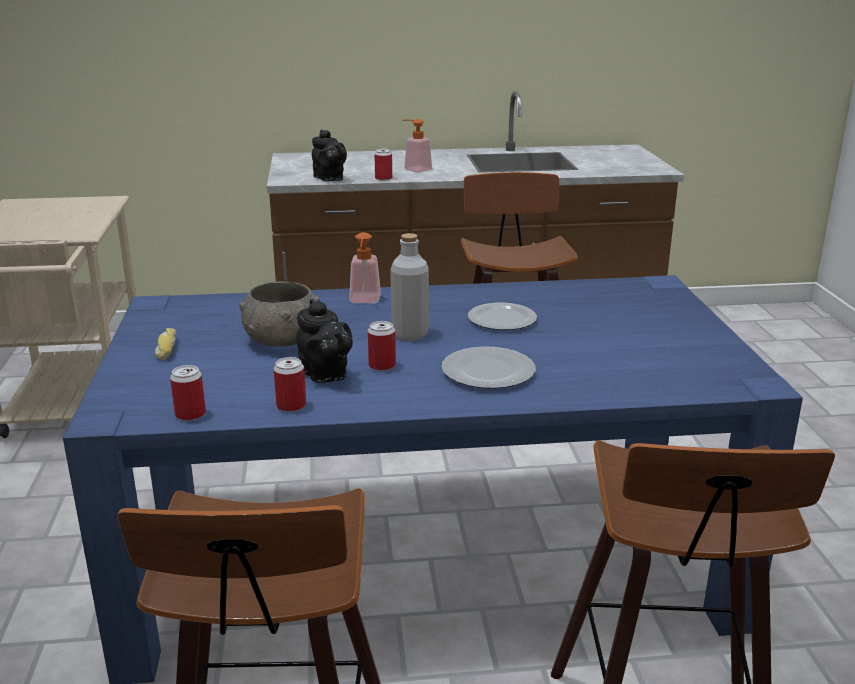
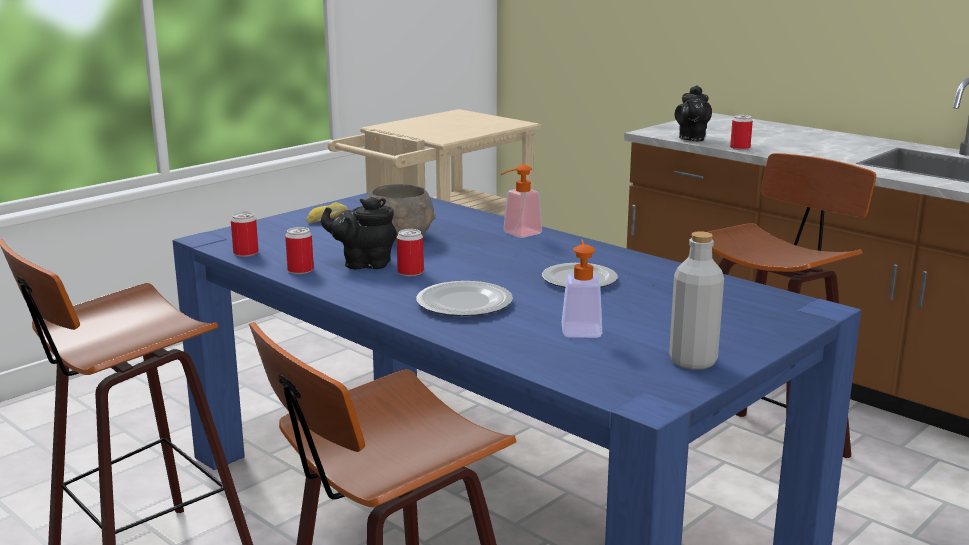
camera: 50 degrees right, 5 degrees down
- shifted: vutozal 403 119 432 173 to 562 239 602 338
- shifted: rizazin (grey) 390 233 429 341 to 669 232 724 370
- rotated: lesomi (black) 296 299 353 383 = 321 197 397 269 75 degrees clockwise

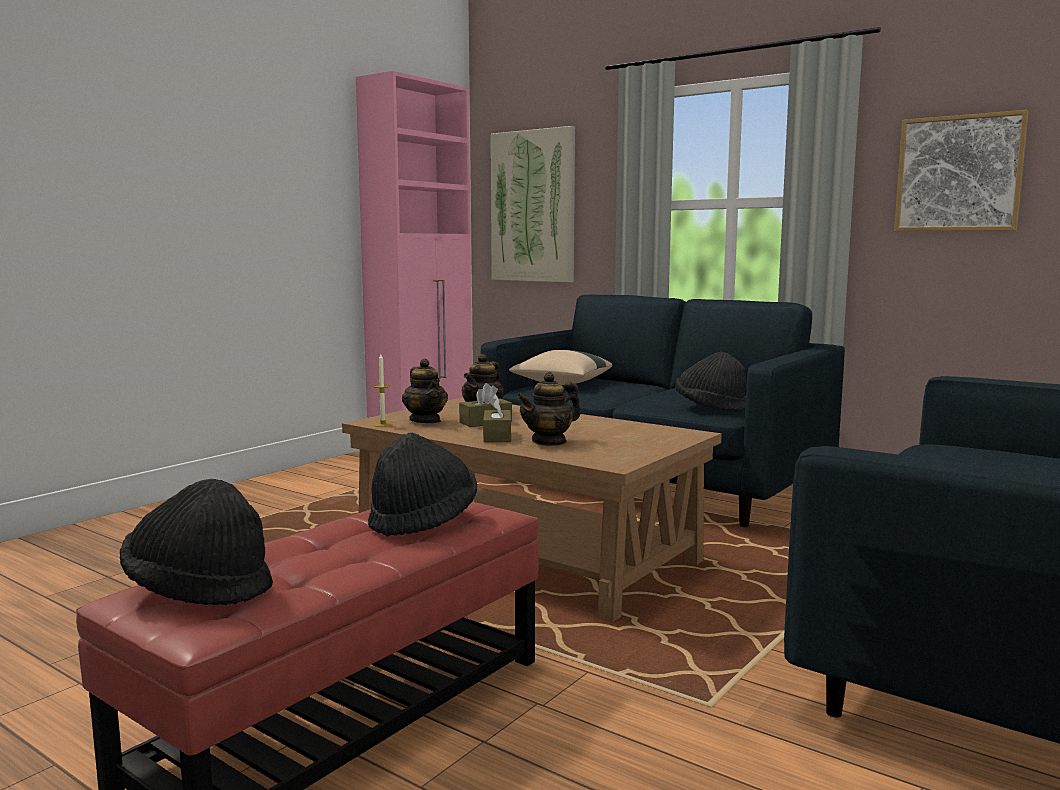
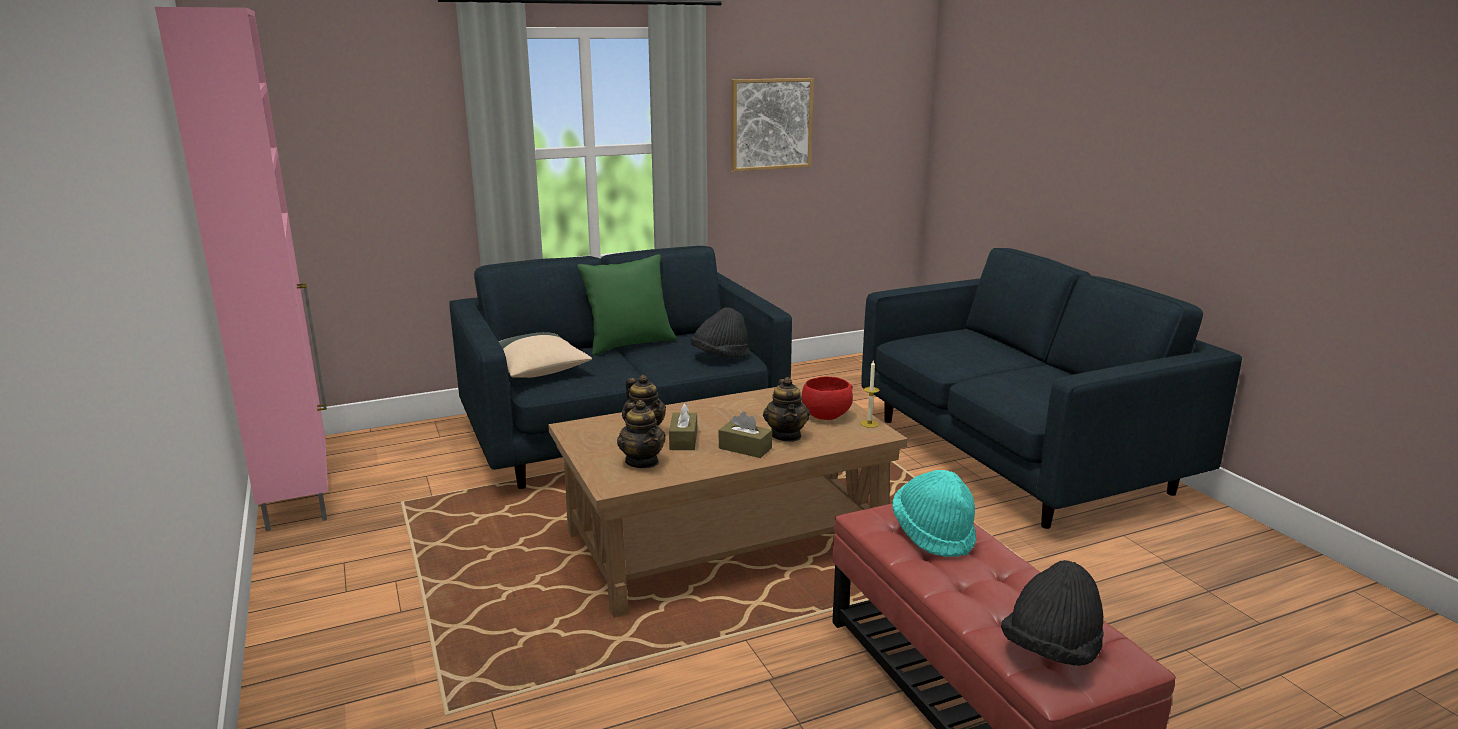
camera: 60 degrees left, 10 degrees up
- gone: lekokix 491 126 575 282
- shifted: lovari 373 354 393 427 to 861 361 879 428
- rotated: lesomi 402 358 448 423 = 617 400 666 468 60 degrees clockwise
- repainted: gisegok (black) 368 433 477 537 to gisegok (turquoise) 892 470 976 557
- new: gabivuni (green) 577 254 676 356
- new: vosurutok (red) 802 377 853 420

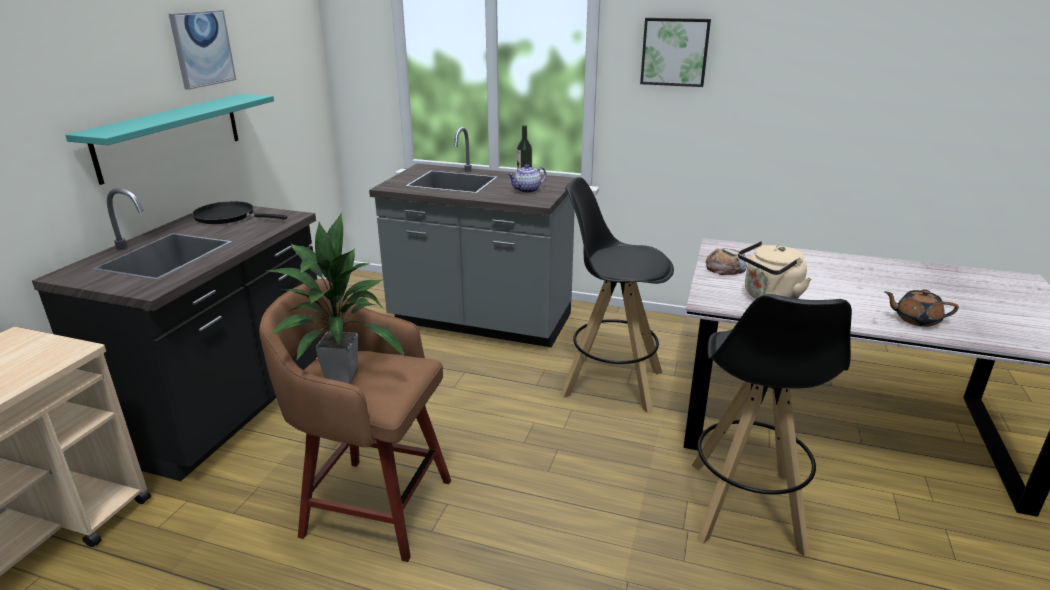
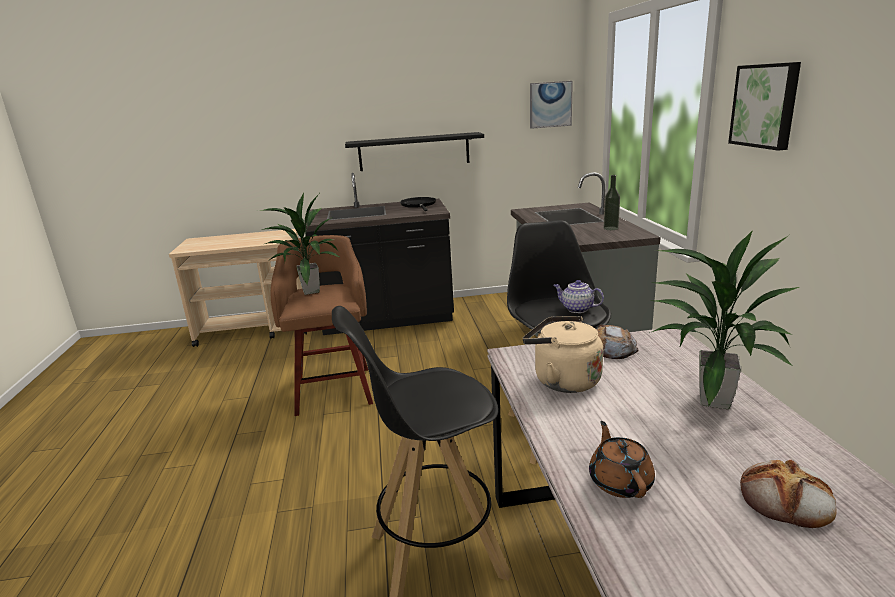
camera: 65 degrees right, 5 degrees down
- shifted: lekokix 169 10 236 90 to 530 81 573 129
- repainted: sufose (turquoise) 65 94 274 185 to sufose (black) 345 132 484 171
- shifted: lesomi 508 164 546 193 to 554 280 604 313
- new: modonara 649 230 799 409
- new: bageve 740 460 837 528

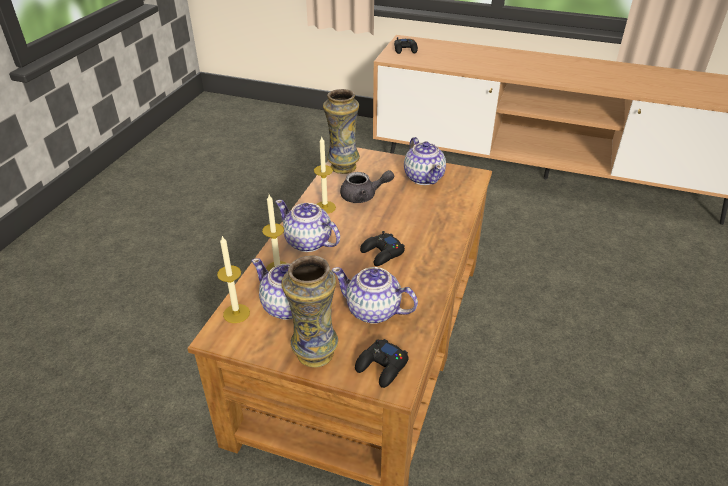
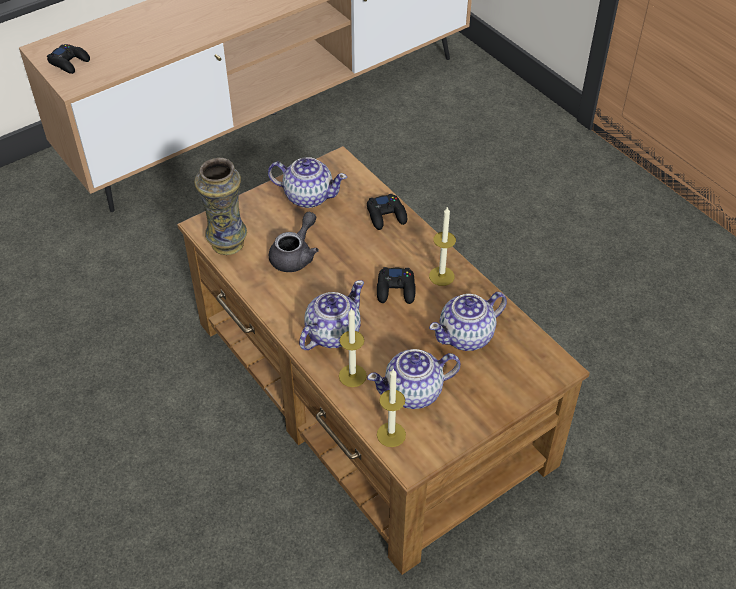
camera: 55 degrees left, 10 degrees up
- shifted: lovari 314 137 336 214 to 429 206 456 286
- rotated: lesomi 275 200 340 252 = 299 280 364 350 150 degrees clockwise
- gone: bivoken 281 256 338 368
- shifted: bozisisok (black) 355 339 409 388 to 367 194 407 230

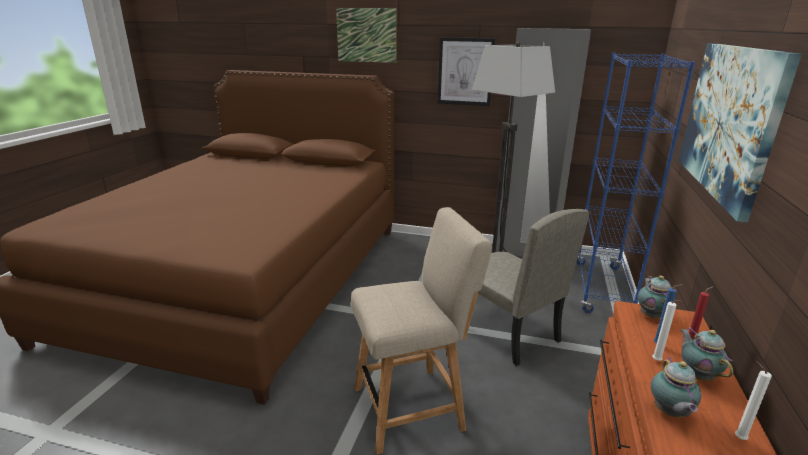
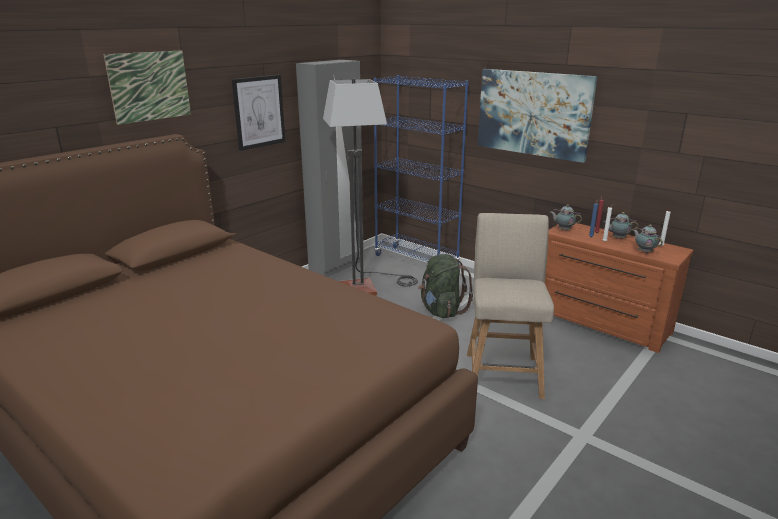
camera: 65 degrees left, 0 degrees up
- swapped: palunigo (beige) 478 209 589 366 to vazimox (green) 418 254 473 318
- rotated: lesomi 651 356 701 417 = 633 225 663 253 150 degrees counterclockwise

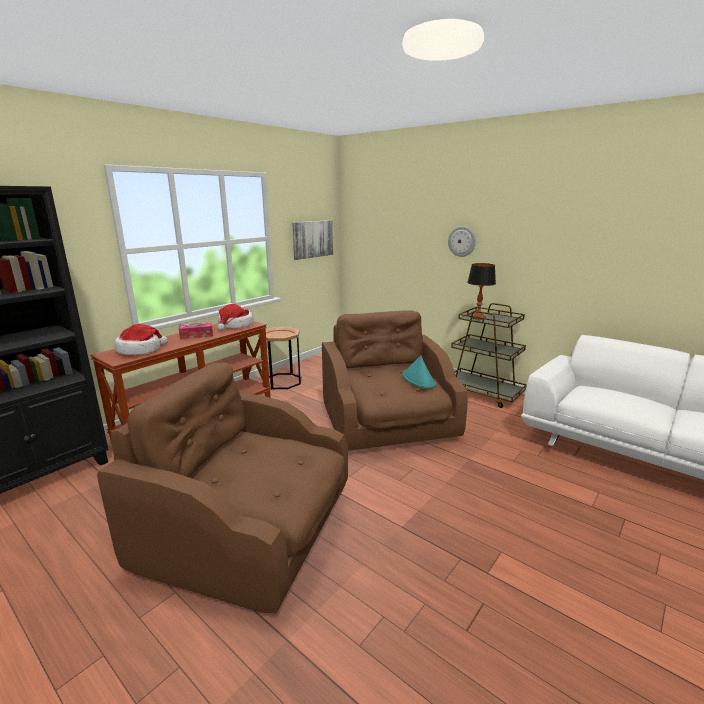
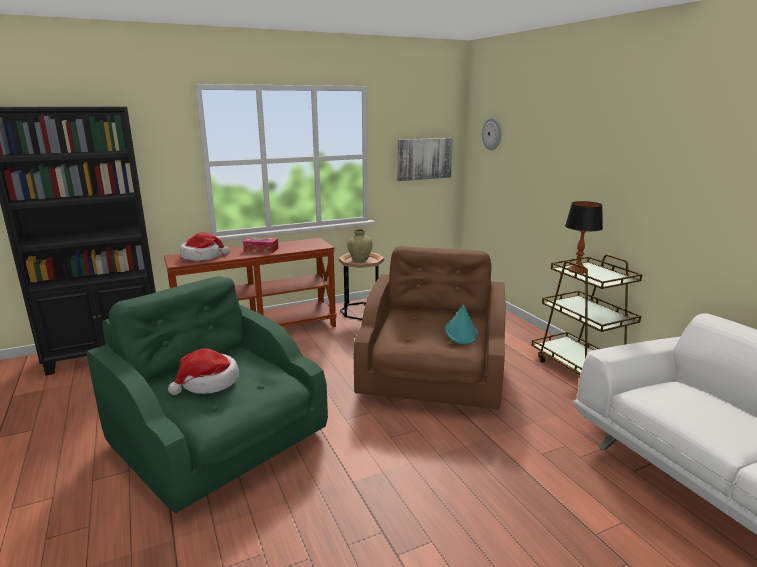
camera: 25 degrees right, 0 degrees up
- shifted: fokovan 448 226 476 257 to 482 118 501 150
- shifted: gisegok 217 304 254 331 to 168 349 239 395
- repainted: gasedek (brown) 97 362 348 613 to gasedek (green) 86 276 328 513
- new: bivoken (beige) 347 229 373 262

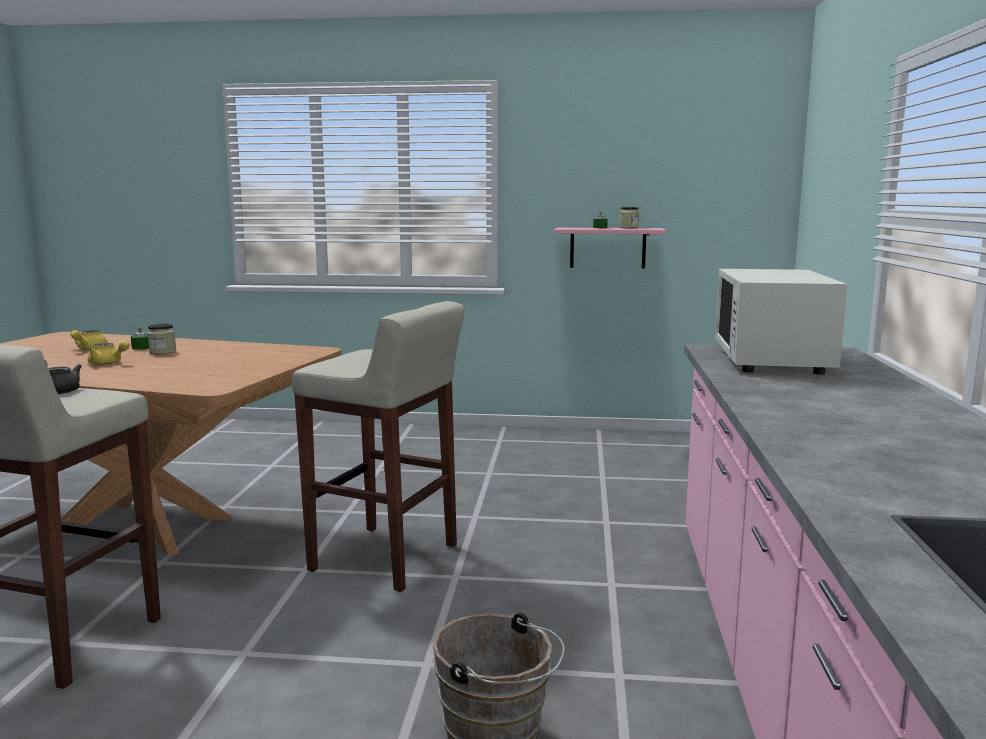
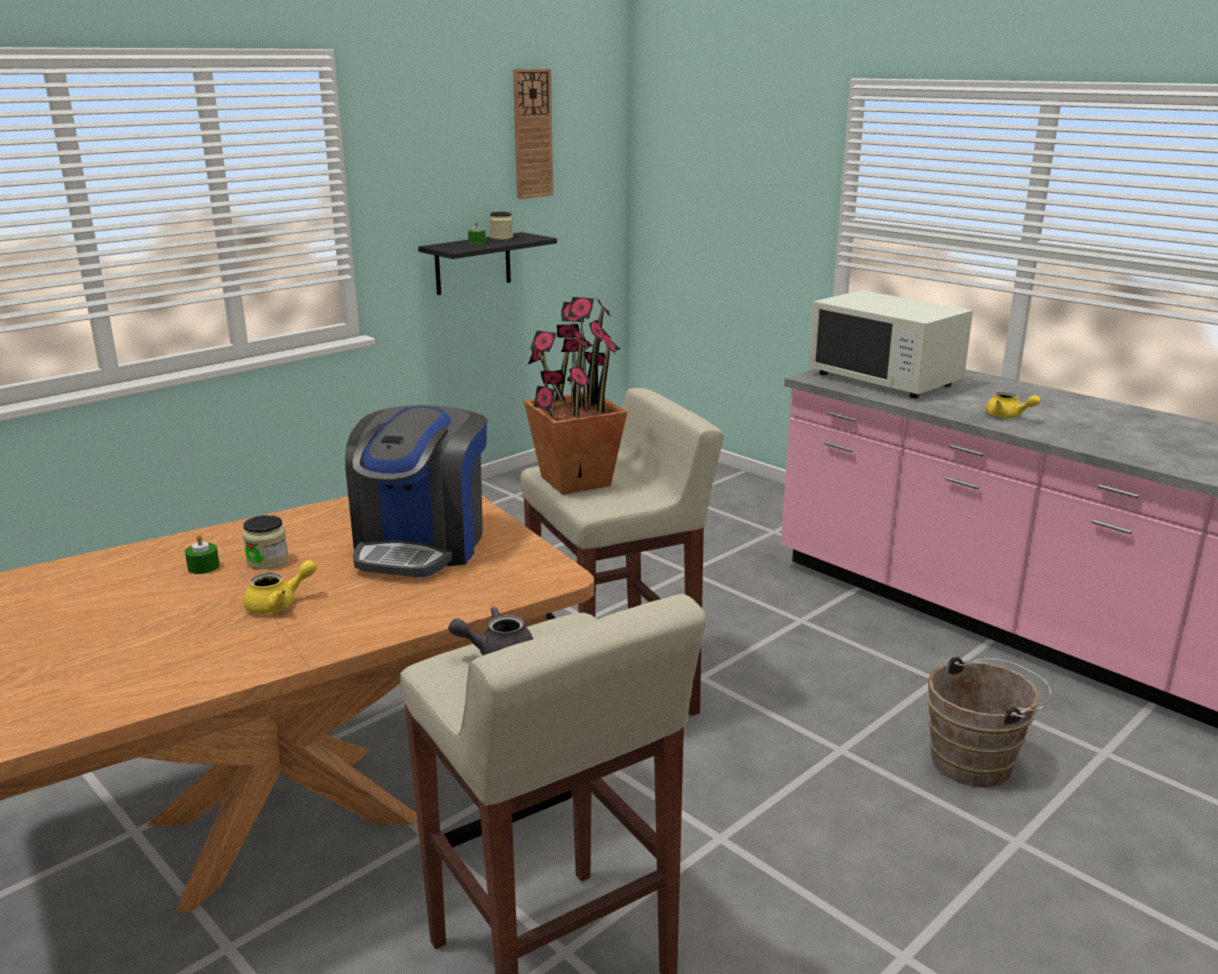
camera: 50 degrees left, 10 degrees up
- repainted: sufose (pink) 554 228 667 269 to sufose (black) 418 232 557 295
- shifted: lesomi (yellow) 70 330 108 350 to 985 392 1041 418
- new: fokovan 513 69 553 199
- new: modonara 524 297 627 495
- new: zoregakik 345 405 487 577

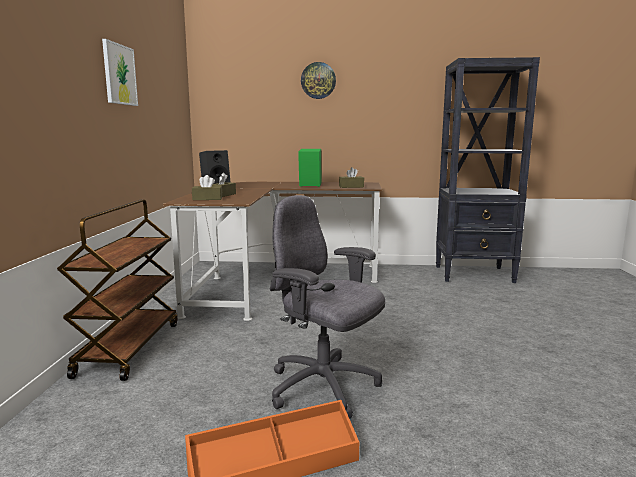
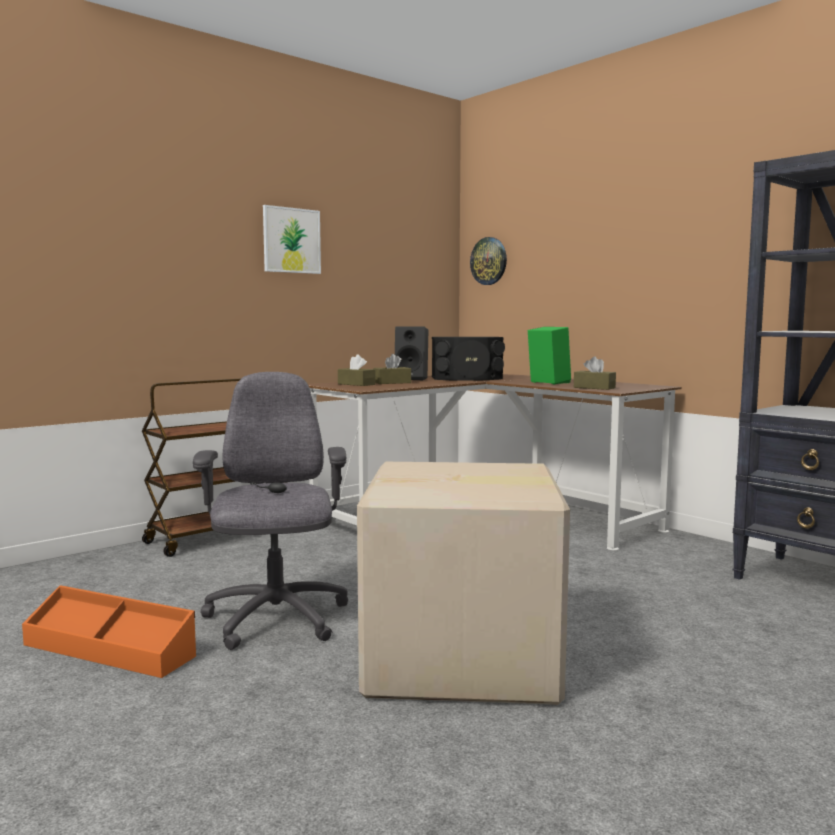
camera: 45 degrees right, 5 degrees down
- shifted: fokovan 301 62 336 99 to 470 237 507 285
- new: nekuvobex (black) 432 337 505 381
- new: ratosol 357 462 570 705

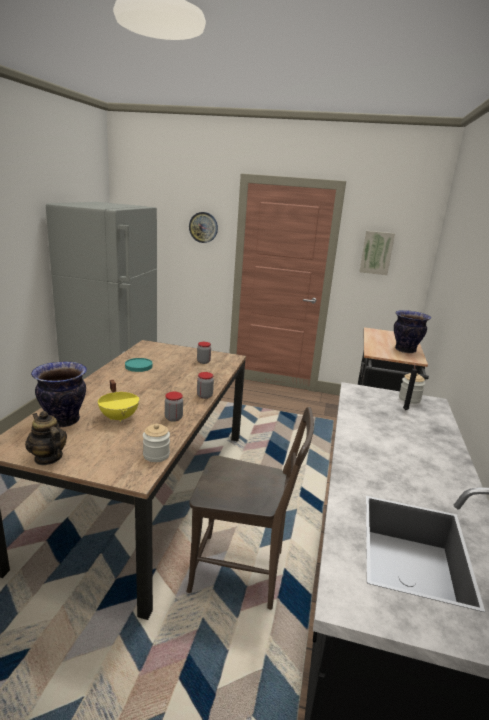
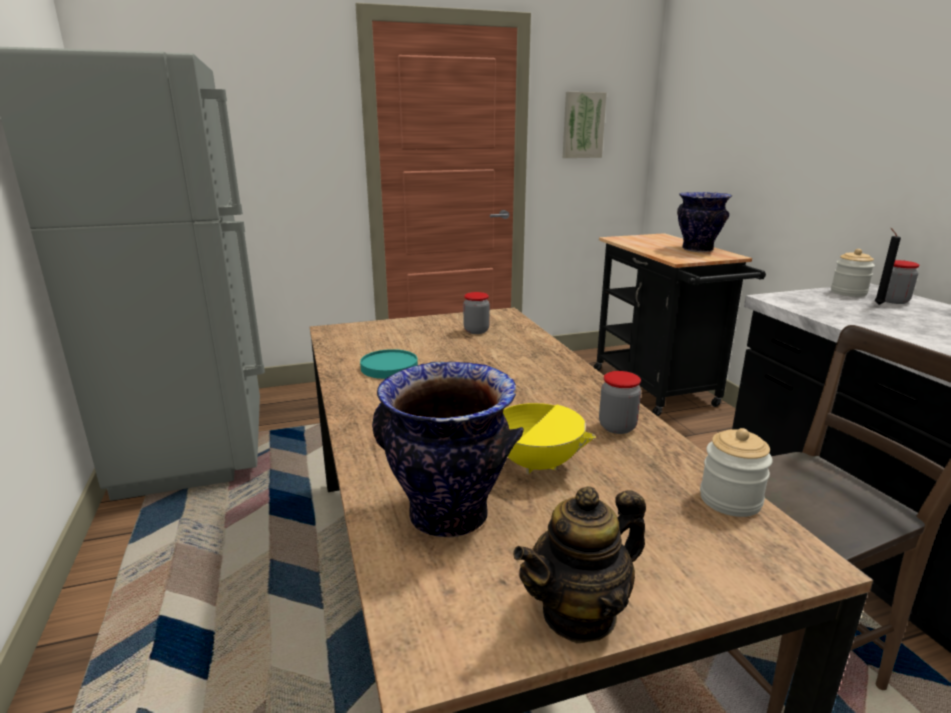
camera: 30 degrees left, 0 degrees up
- gone: fokovan 189 212 218 243
- shifted: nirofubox 197 372 214 399 to 885 260 919 304
- rotated: lesomi 25 411 67 465 = 513 486 646 643 45 degrees counterclockwise

